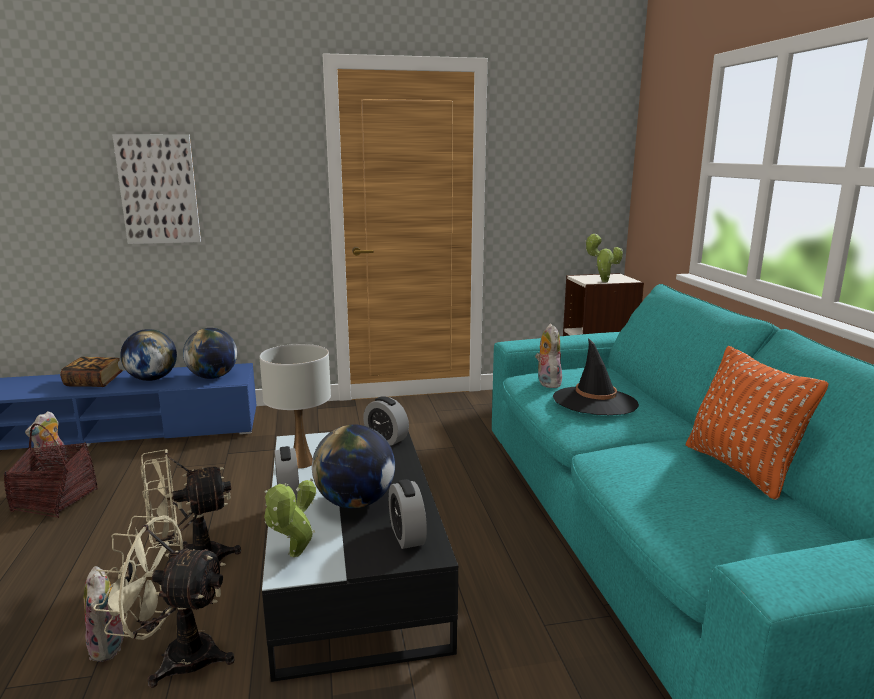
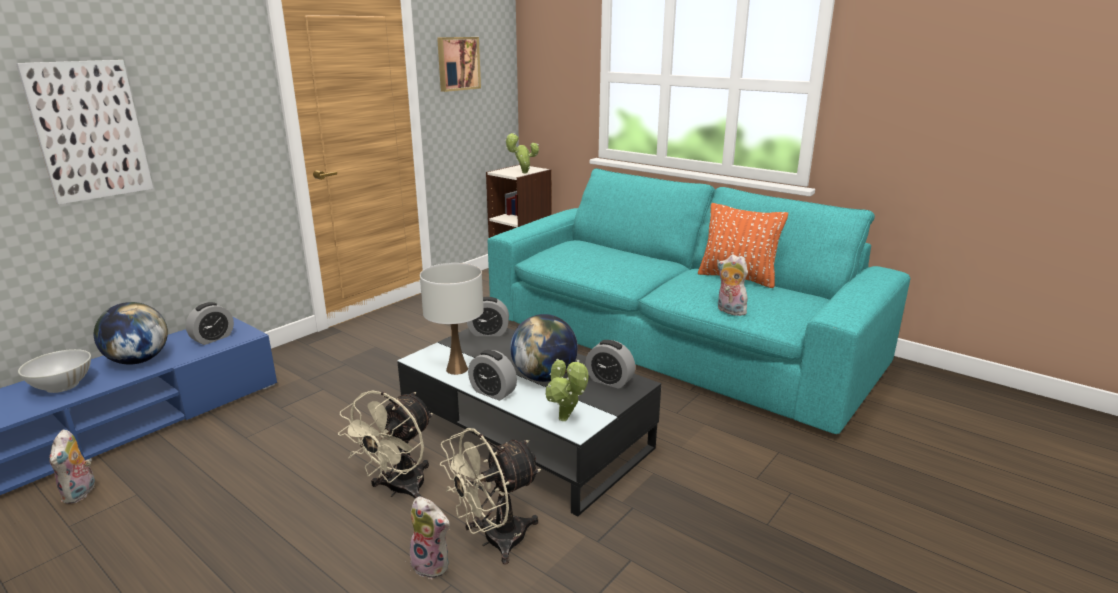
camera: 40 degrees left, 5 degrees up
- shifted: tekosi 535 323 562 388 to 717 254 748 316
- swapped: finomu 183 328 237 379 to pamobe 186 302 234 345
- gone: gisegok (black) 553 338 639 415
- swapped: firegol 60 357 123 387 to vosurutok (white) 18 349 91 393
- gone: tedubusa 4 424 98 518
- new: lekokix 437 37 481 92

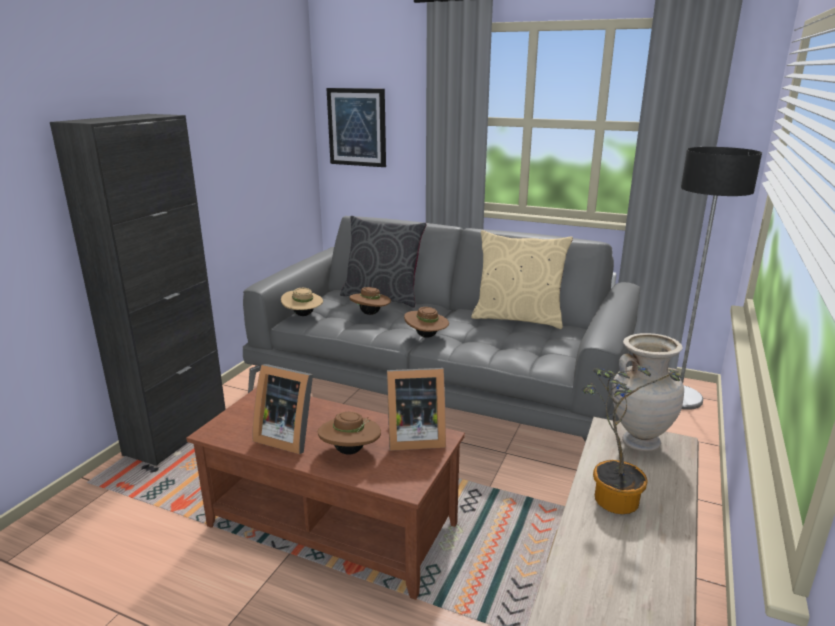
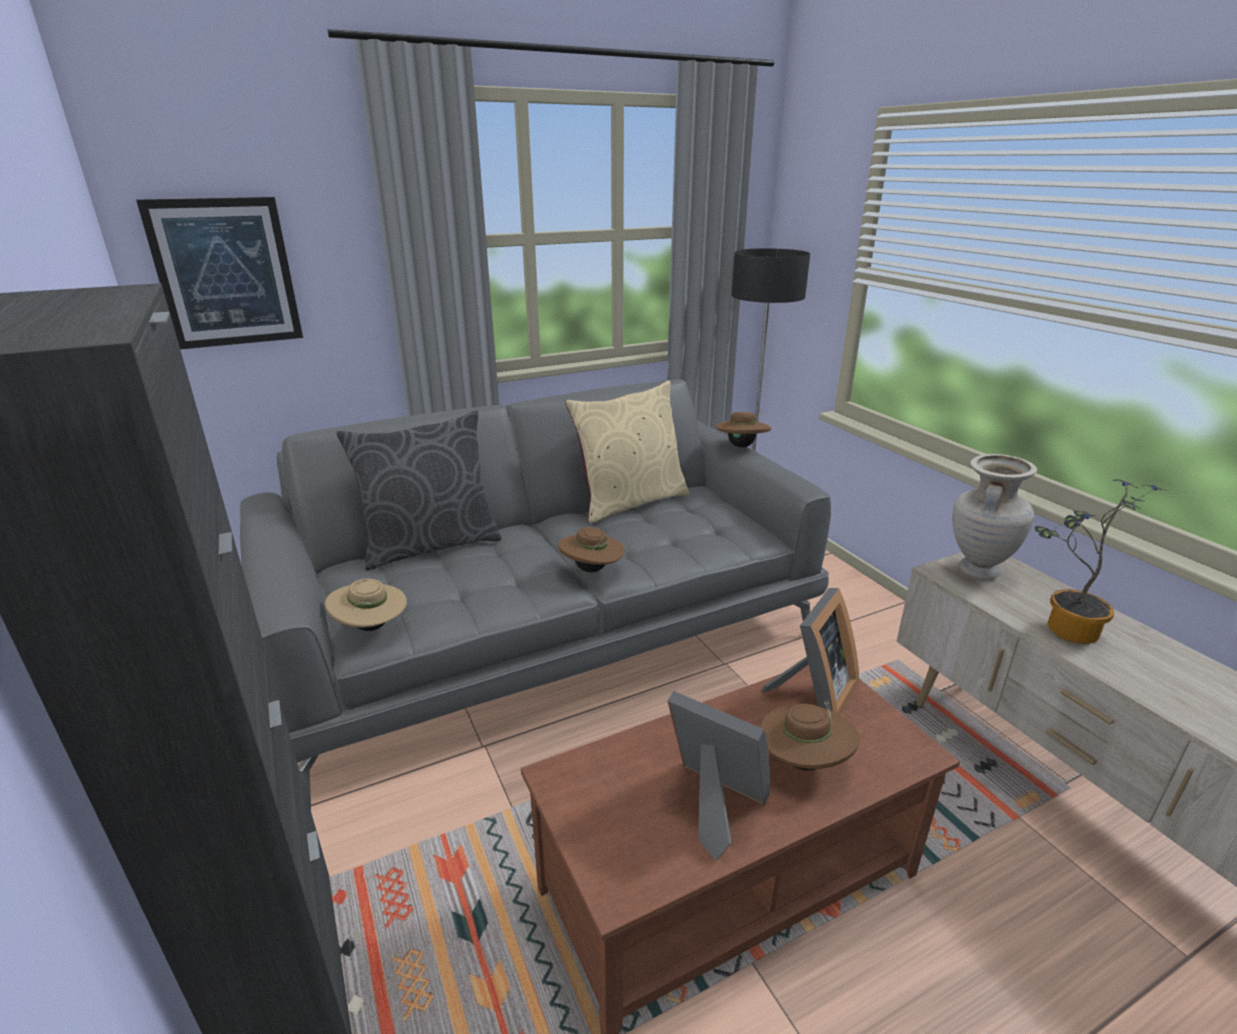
camera: 50 degrees left, 5 degrees up
- shifted: gisegok (brown) 349 287 391 315 to 716 412 771 447
- rotated: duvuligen 253 364 313 454 = 667 691 770 861 120 degrees counterclockwise

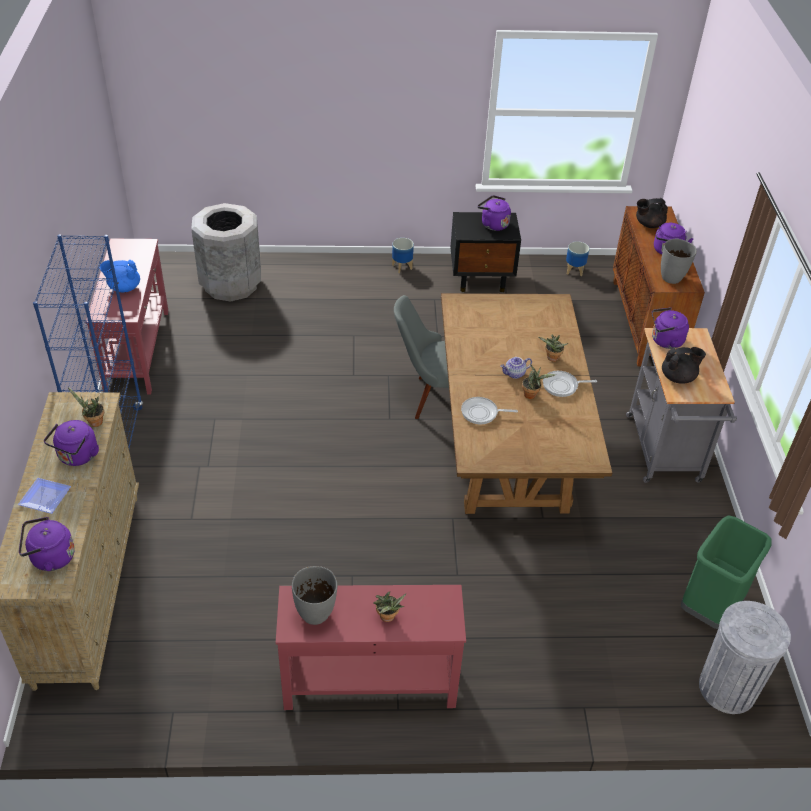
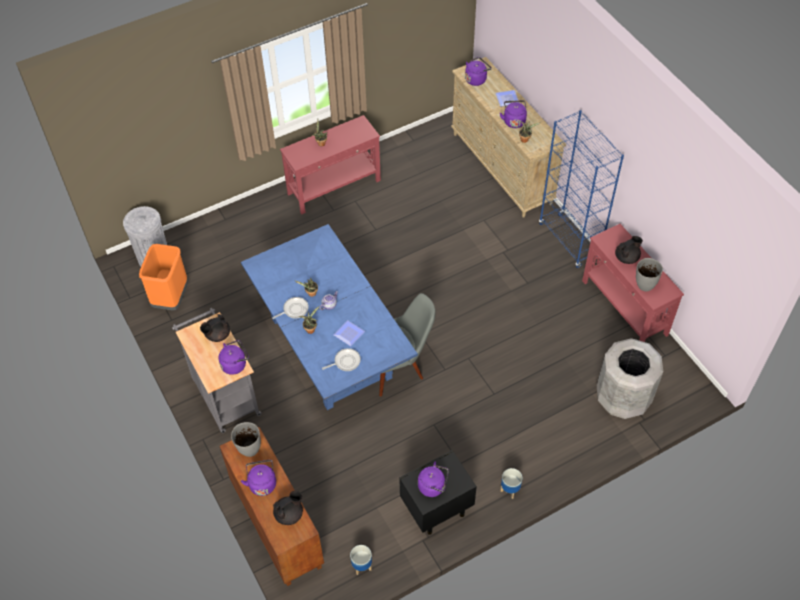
camera: 155 degrees right, 10 degrees up
- repainted: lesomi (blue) 100 260 140 292 to lesomi (black) 615 236 643 264
- repainted: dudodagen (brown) 441 293 612 514 to dudodagen (blue) 241 224 418 410
- shifted: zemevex 461 397 518 424 to 322 348 361 371
- repainted: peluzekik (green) 681 515 772 629 to peluzekik (orange) 139 244 188 310
- shifted: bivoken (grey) 292 566 337 625 to 636 258 663 291
- new: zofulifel 334 320 365 346

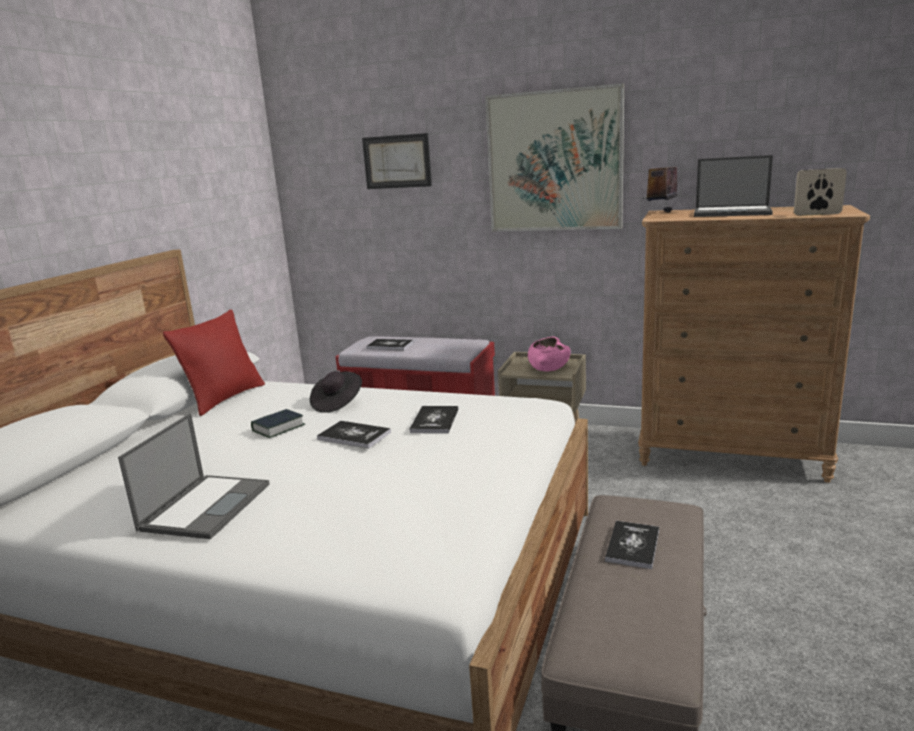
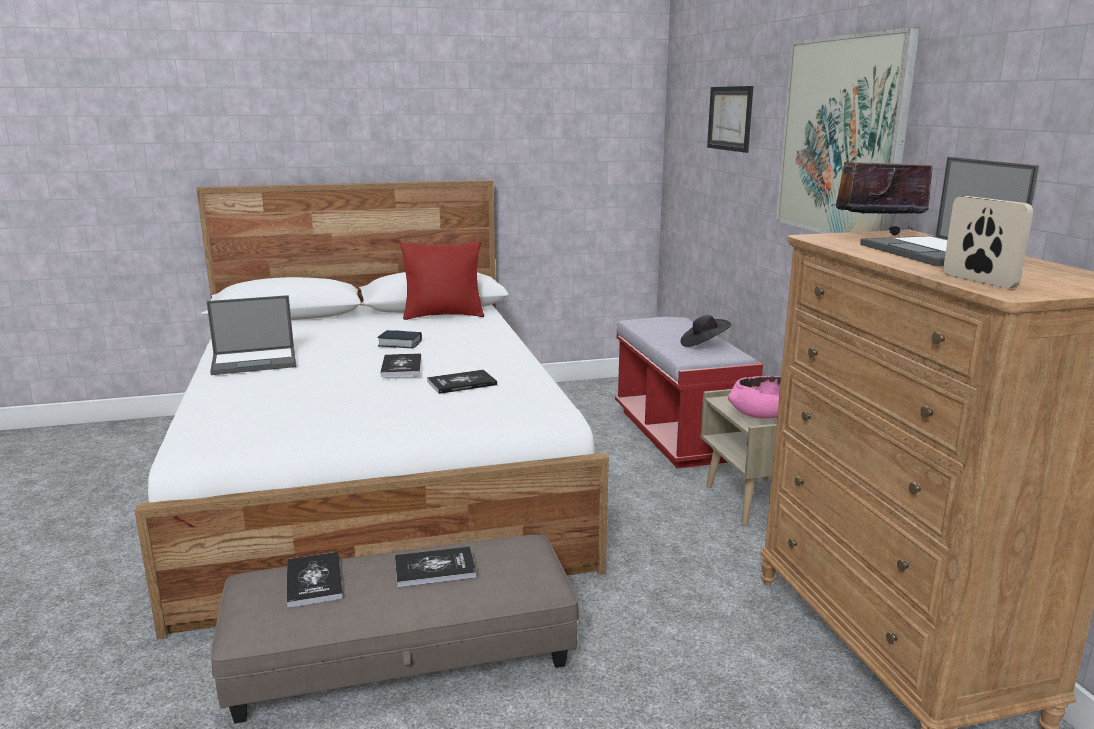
camera: 55 degrees right, 0 degrees up
- shifted: firegol 366 339 413 350 to 287 552 343 608
- shifted: gisegok (black) 310 371 362 413 to 681 315 731 347

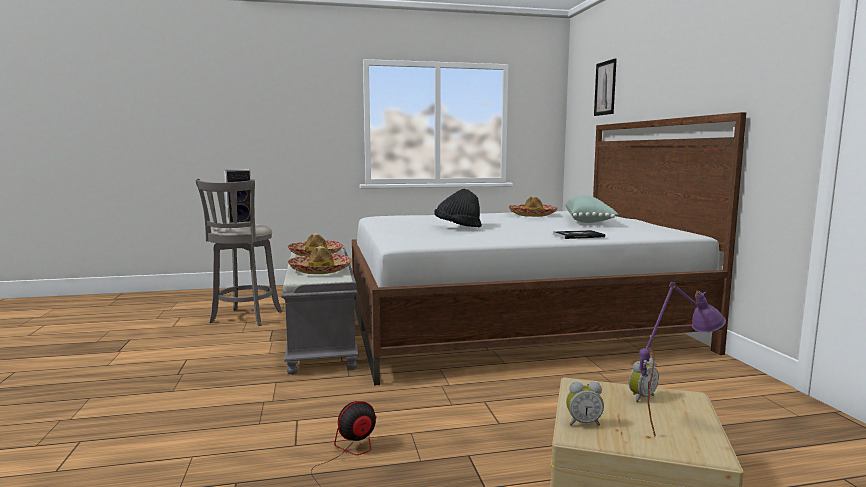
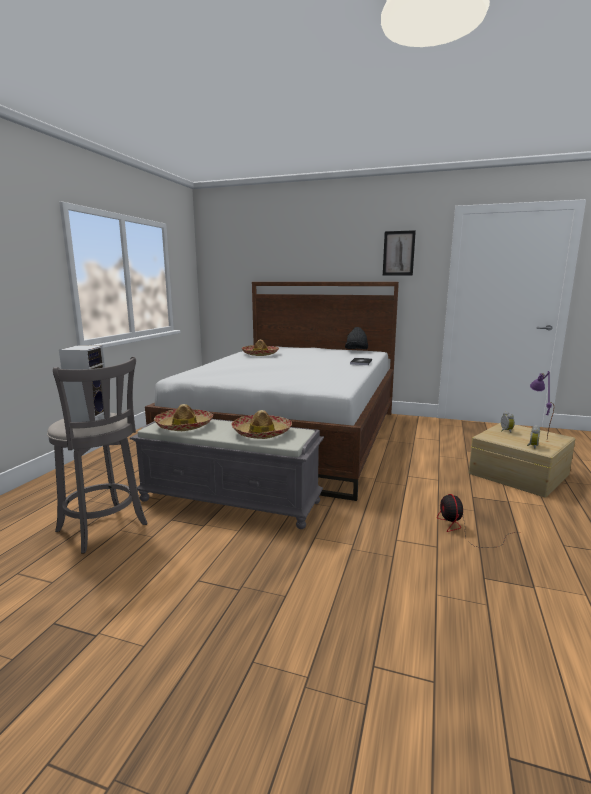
camera: 60 degrees left, 5 degrees up
- shifted: lekokix 594 58 617 116 to 383 230 416 276
- shifted: gisegok (black) 434 189 482 227 to 345 327 368 349
- gone: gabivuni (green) 565 195 618 223

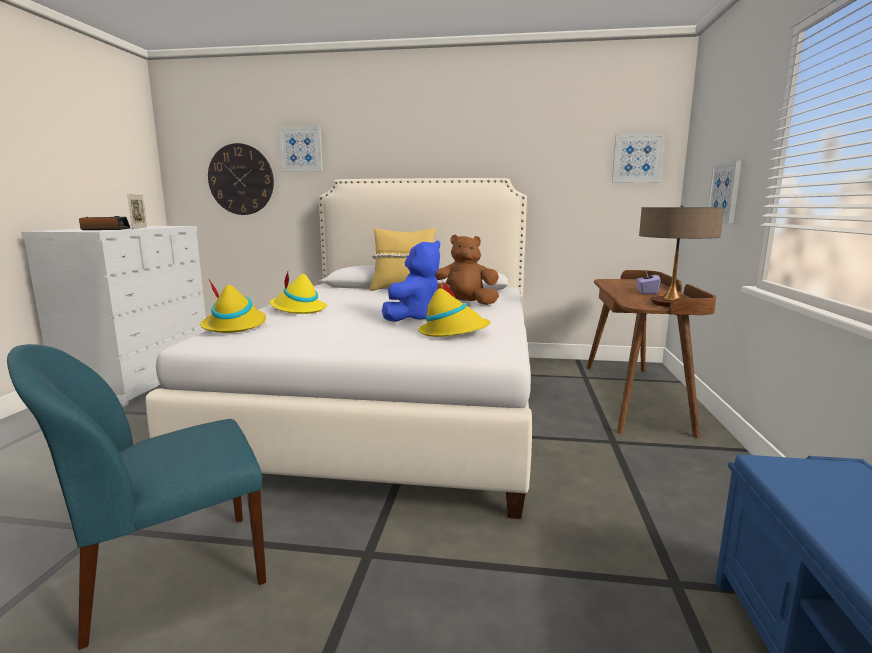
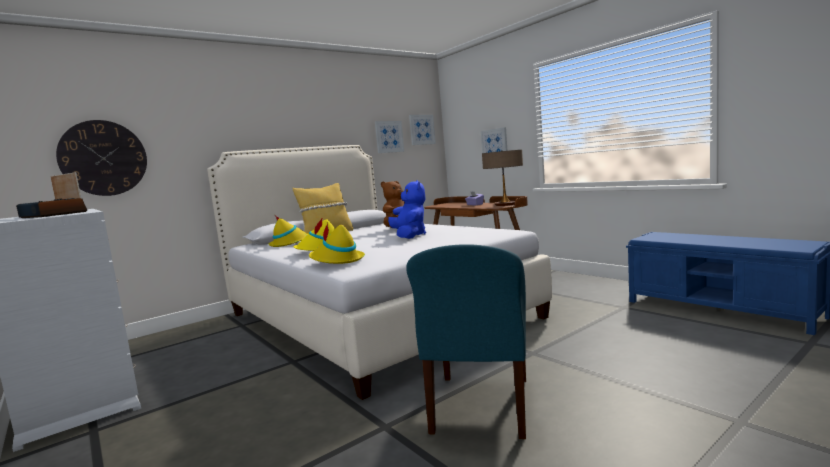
camera: 45 degrees left, 5 degrees down
- shifted: lekokix 278 126 323 172 to 375 121 404 153
- shifted: gisegok (yellow) 418 281 490 337 to 269 216 309 247

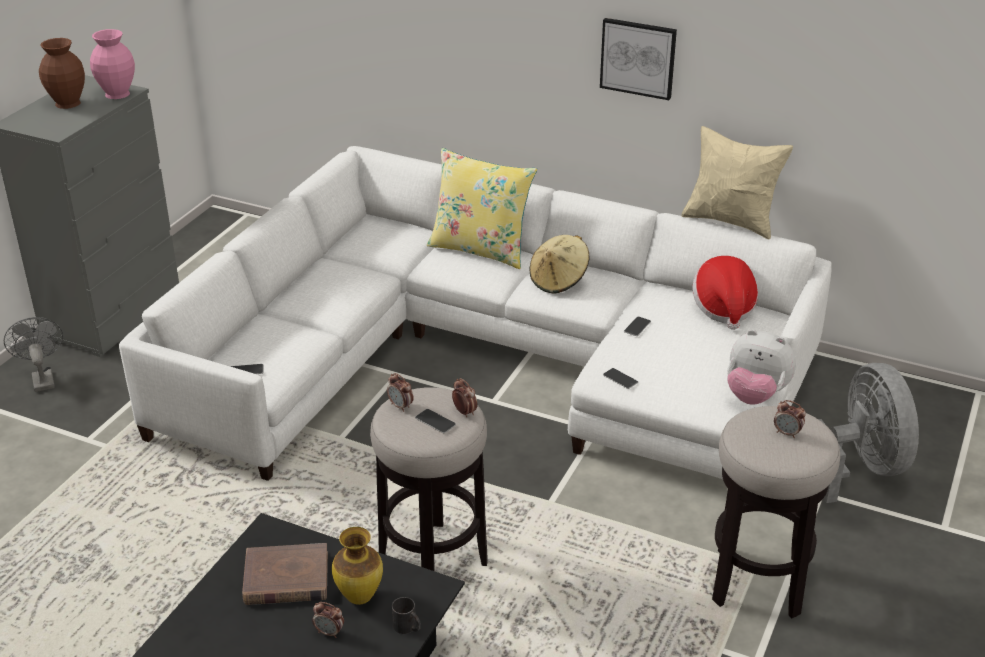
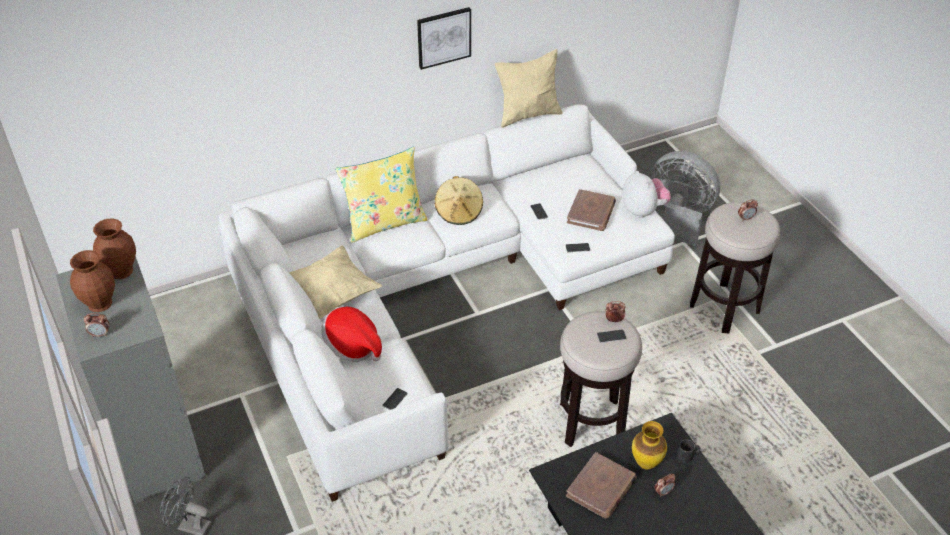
camera: 50 degrees left, 10 degrees up
- repainted: bivoken (pink) 90 29 135 99 to bivoken (brown) 93 218 136 279
- shifted: gisegok 692 256 758 330 to 321 307 382 362
- rotated: tekosi 727 329 796 405 = 622 171 671 218 90 degrees counterclockwise
- shifted: pamobe 387 373 414 412 to 84 313 109 337
- new: firegol (brown) 567 189 616 231
- new: gabivuni (beige) 290 245 383 319

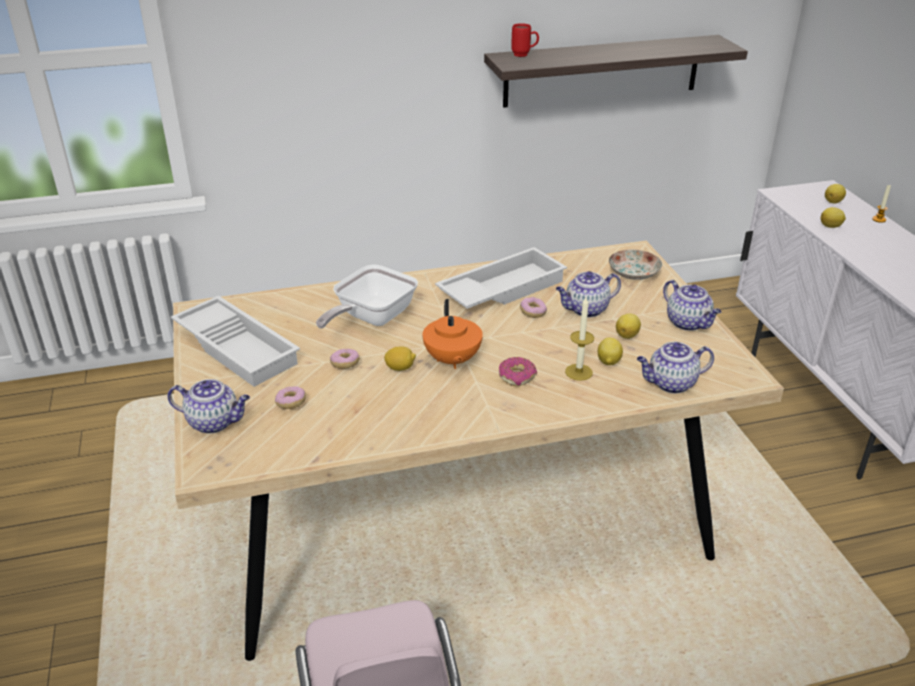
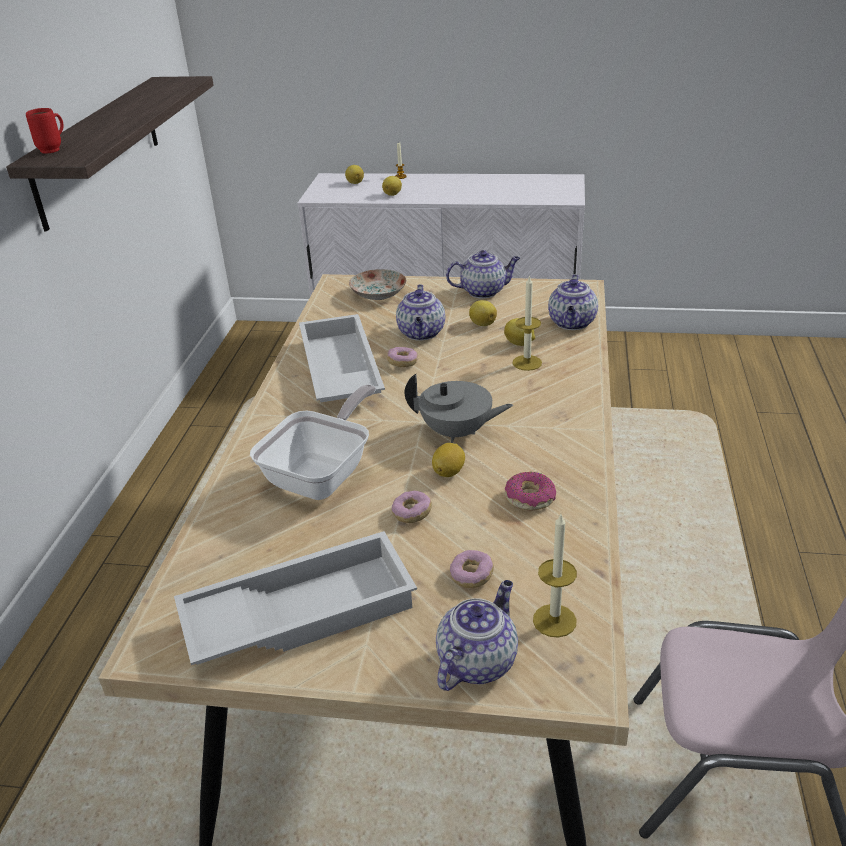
camera: 65 degrees left, 0 degrees up
- rotated: zemevex 316 265 418 329 = 250 384 376 500 120 degrees counterclockwise
- repainted: lesomi (orange) 422 299 483 369 to lesomi (grey) 405 374 513 443
- shifted: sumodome 499 357 537 386 to 505 472 556 511
- new: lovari 533 514 577 638

